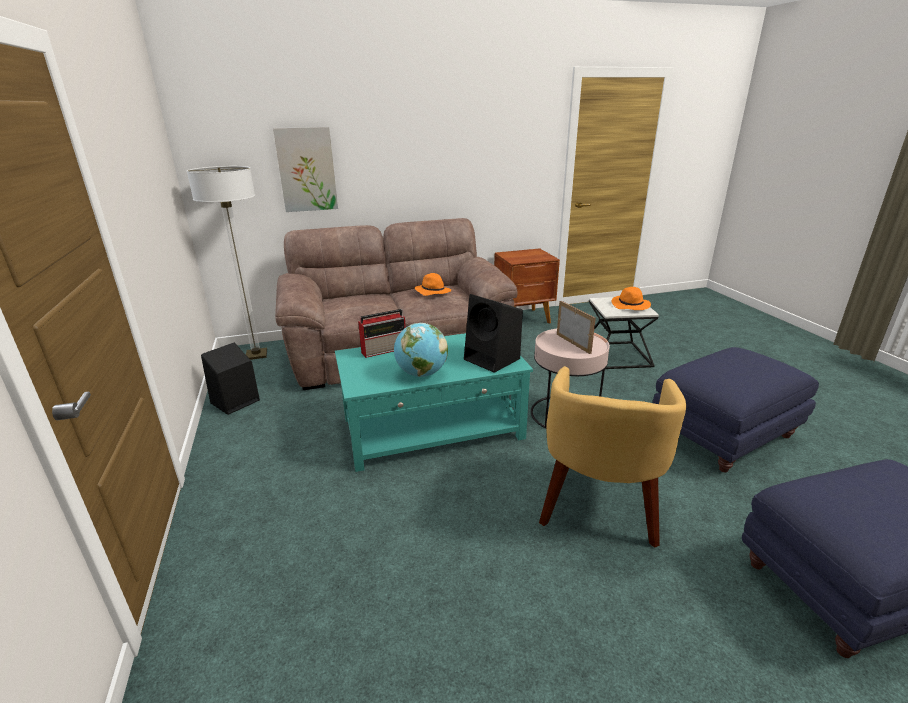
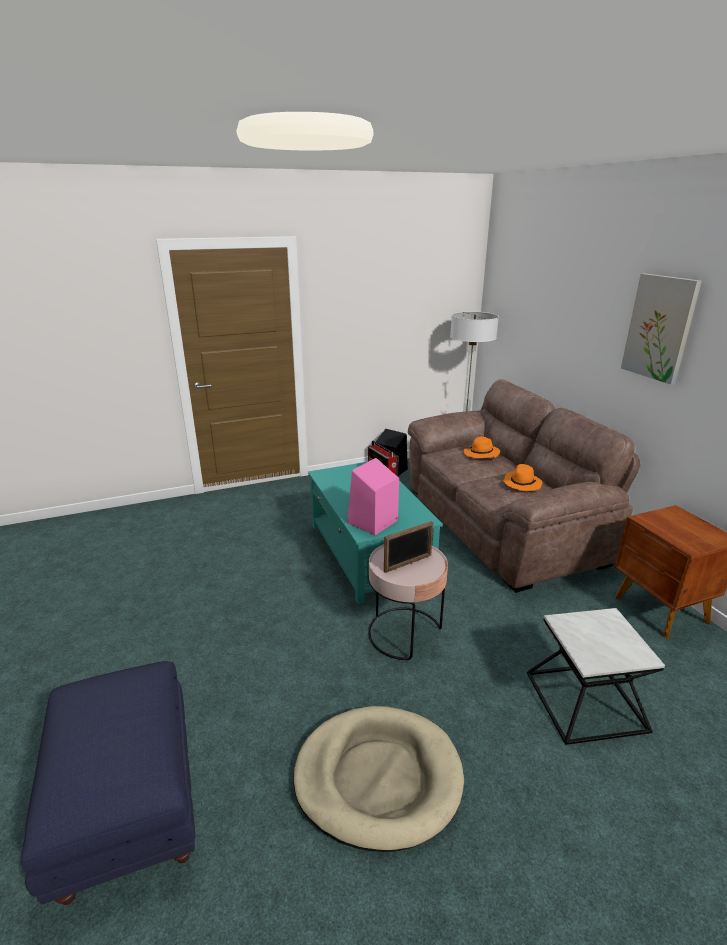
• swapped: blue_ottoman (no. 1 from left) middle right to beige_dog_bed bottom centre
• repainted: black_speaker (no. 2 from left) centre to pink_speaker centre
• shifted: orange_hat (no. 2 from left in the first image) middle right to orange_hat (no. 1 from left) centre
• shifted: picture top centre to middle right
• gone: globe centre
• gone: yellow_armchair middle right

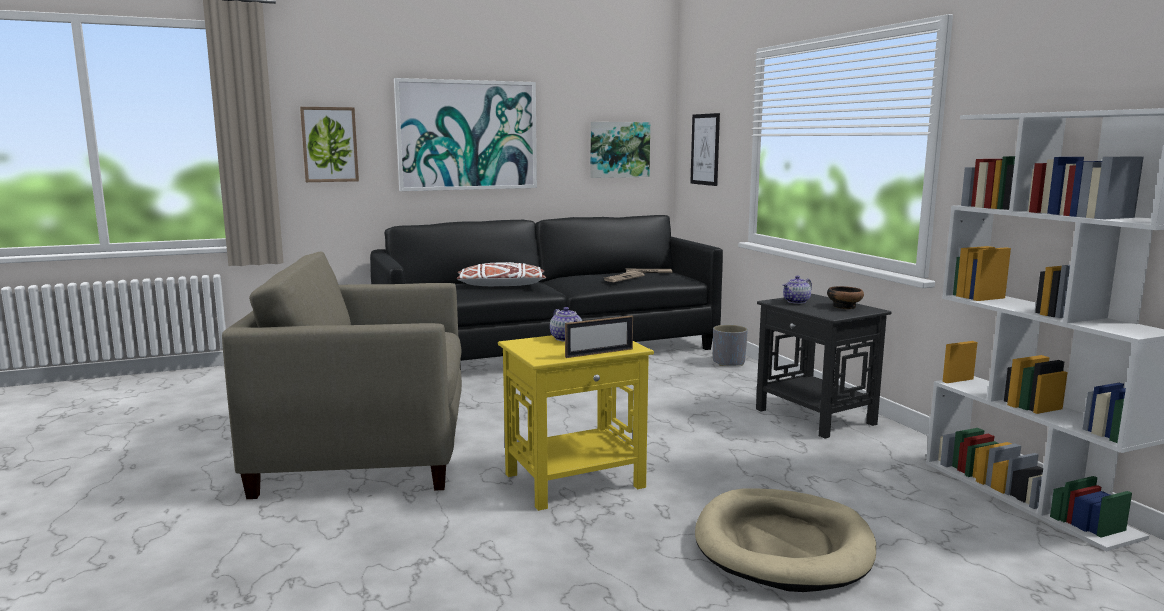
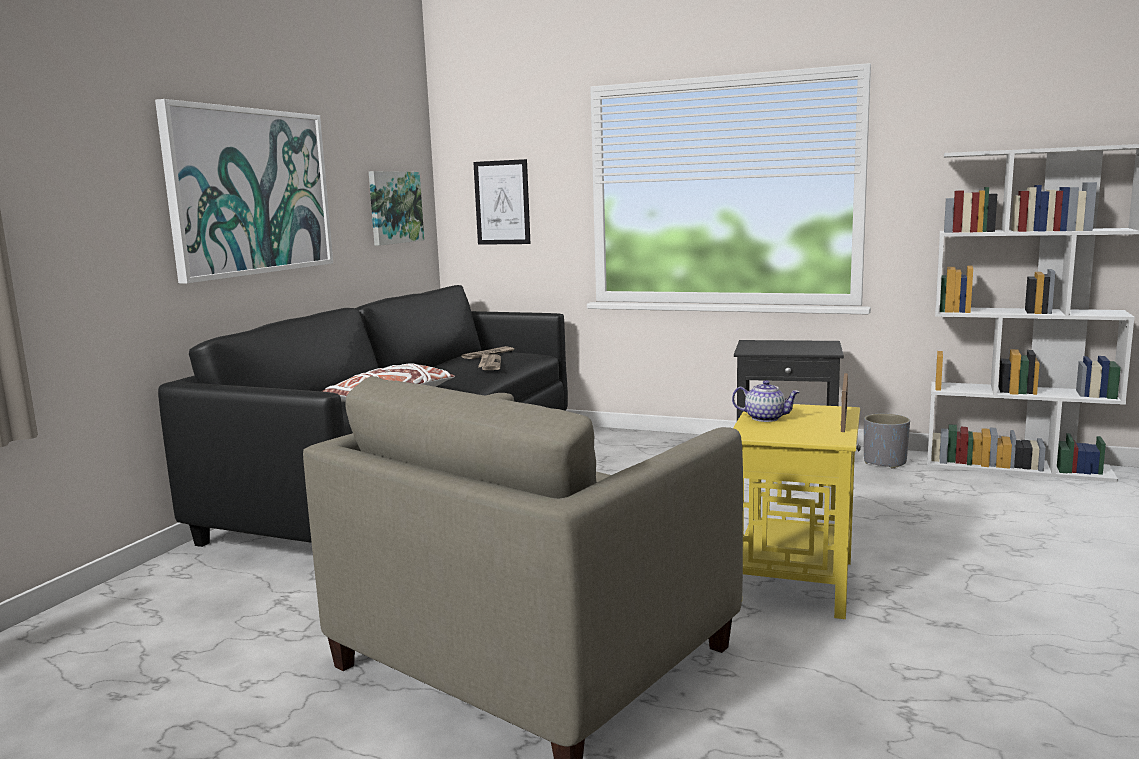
• shifted: grey_planter centre to middle right
• gone: picture (no. 1 from left) top left
• gone: beige_dog_bed bottom right
• gone: teapot (no. 2 from left) middle right
• gone: bowl middle right

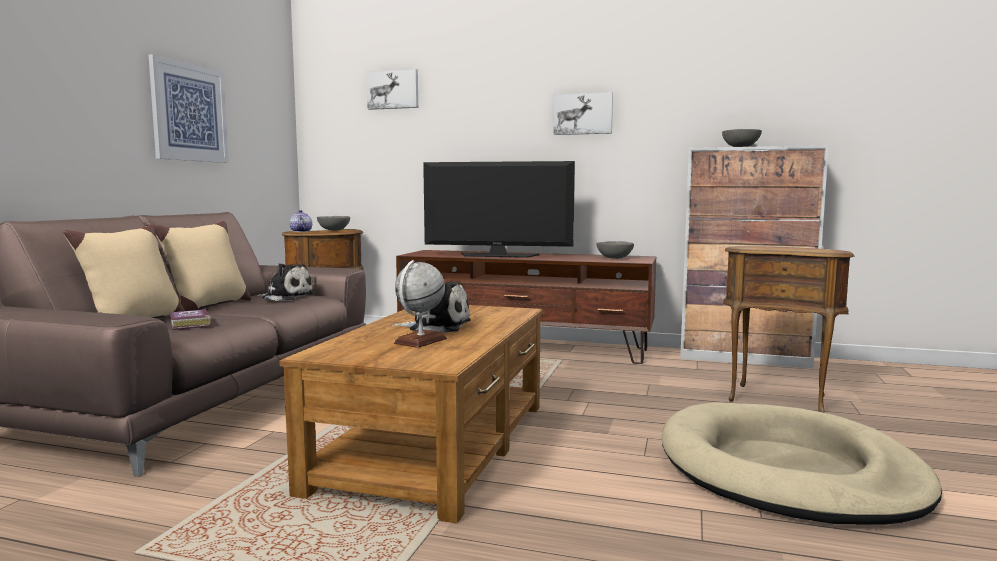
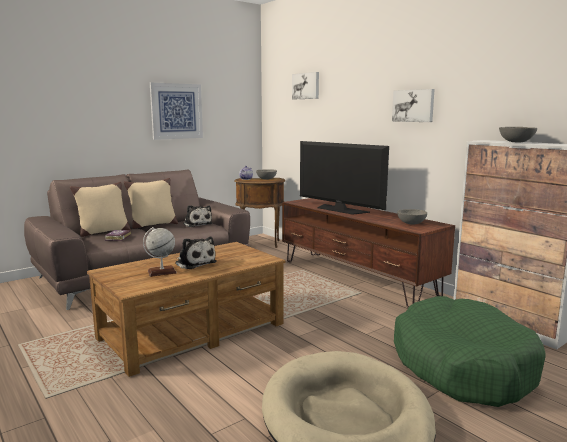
• swapped: brown_side_table (no. 2 from left) middle right to green_dog_bed bottom right

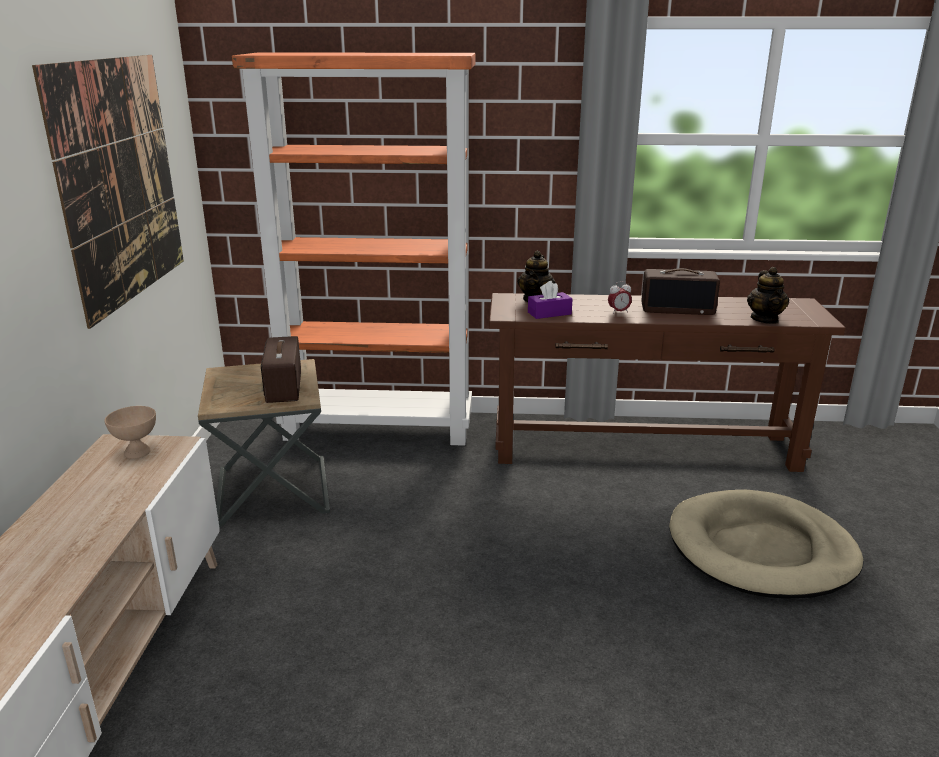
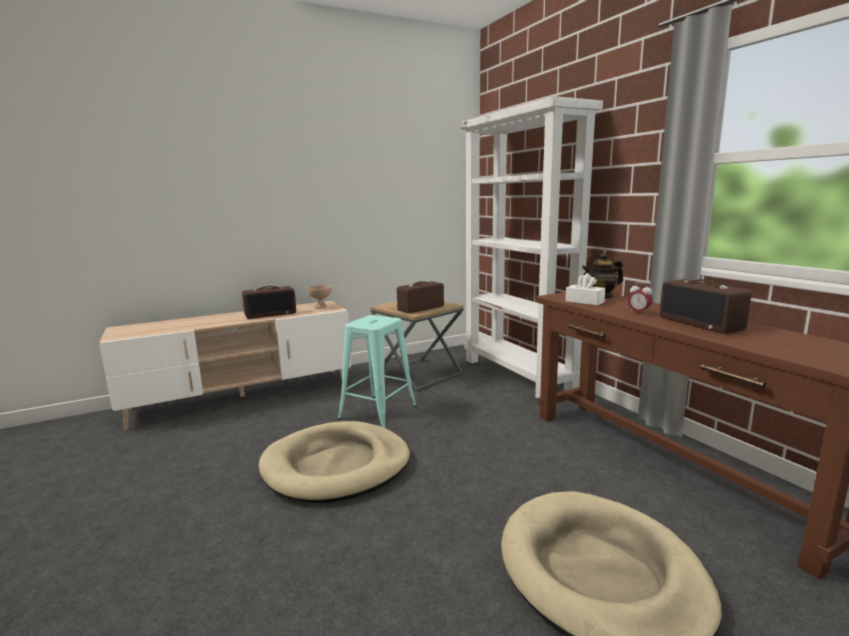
• new: radio (no. 1 from left) middle left
• new: beige_dog_bed (no. 1 from left) bottom centre
• new: turquoise_stool centre
• repainted: orange_bookcase top centre to white_bookcase centre
• repainted: purple_tissue_box centre to white_tissue_box middle right
• gone: picture top left
• gone: teapot (no. 2 from left) middle right

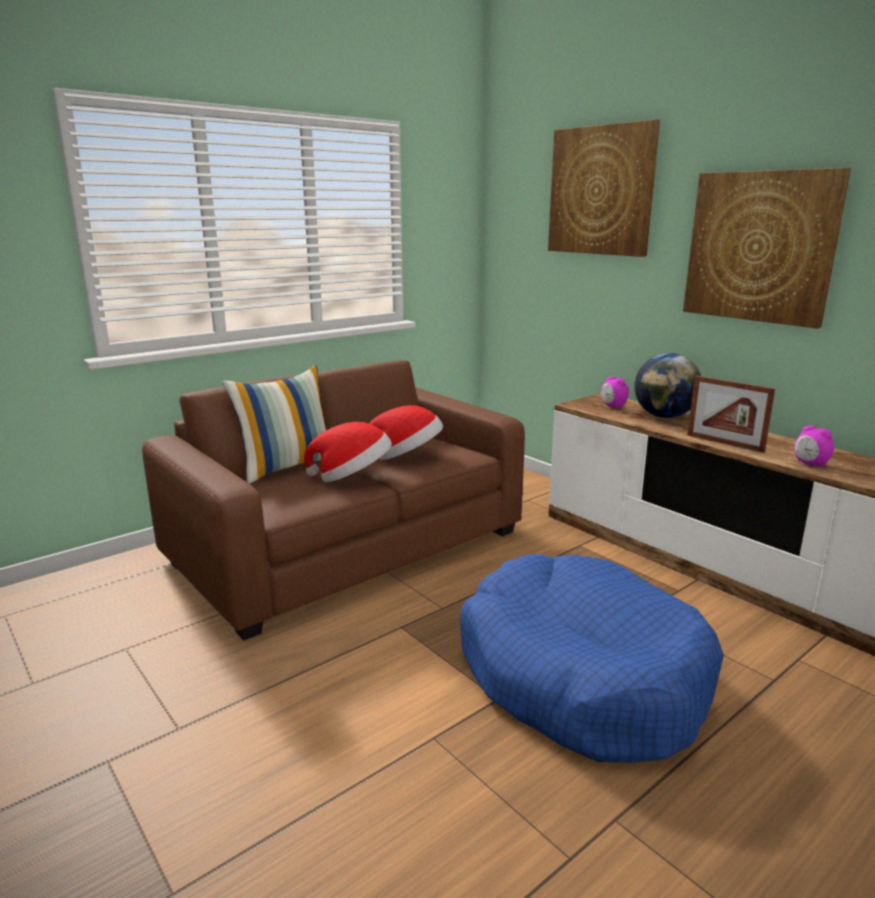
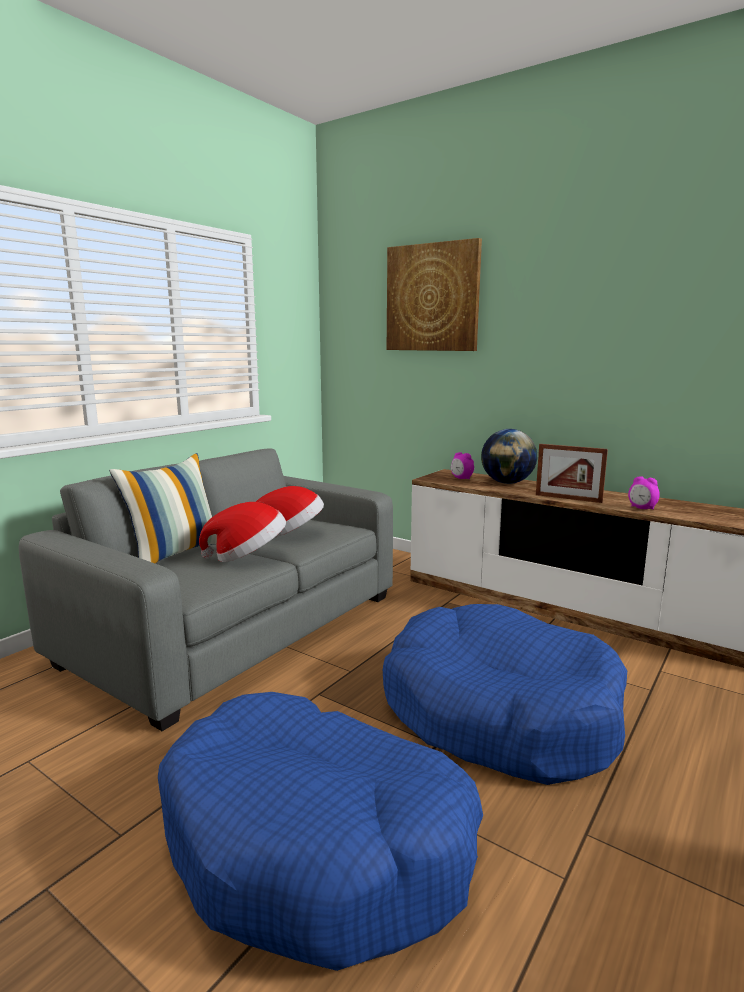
• repainted: brown_sofa centre to grey_sofa middle left
• new: blue_dog_bed (no. 1 from left) bottom centre
• gone: picture (no. 2 from left) top right

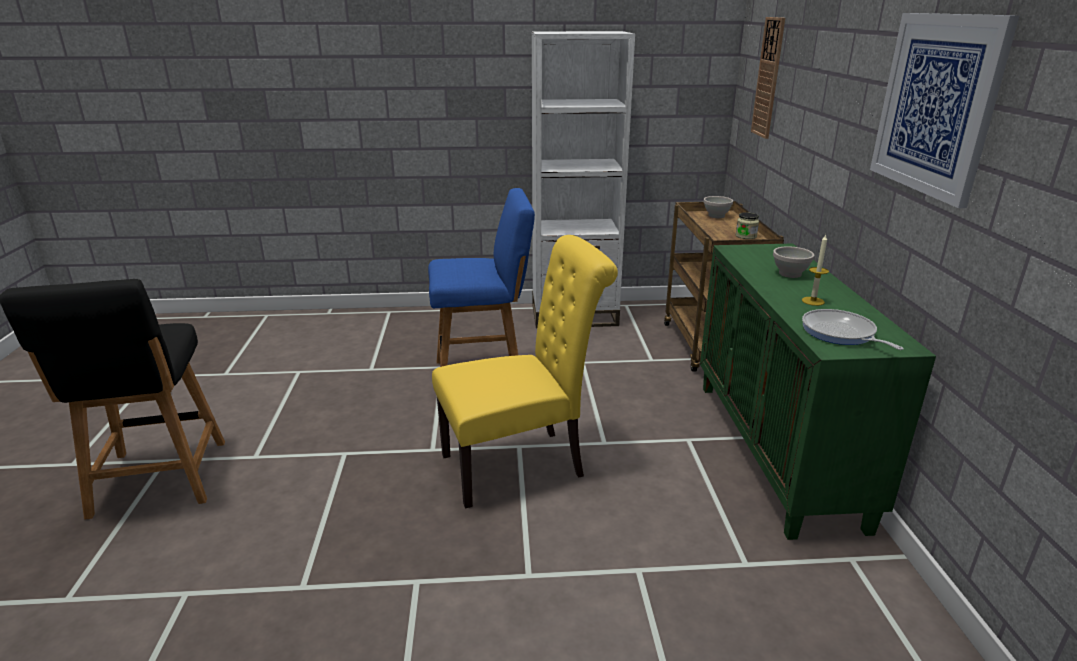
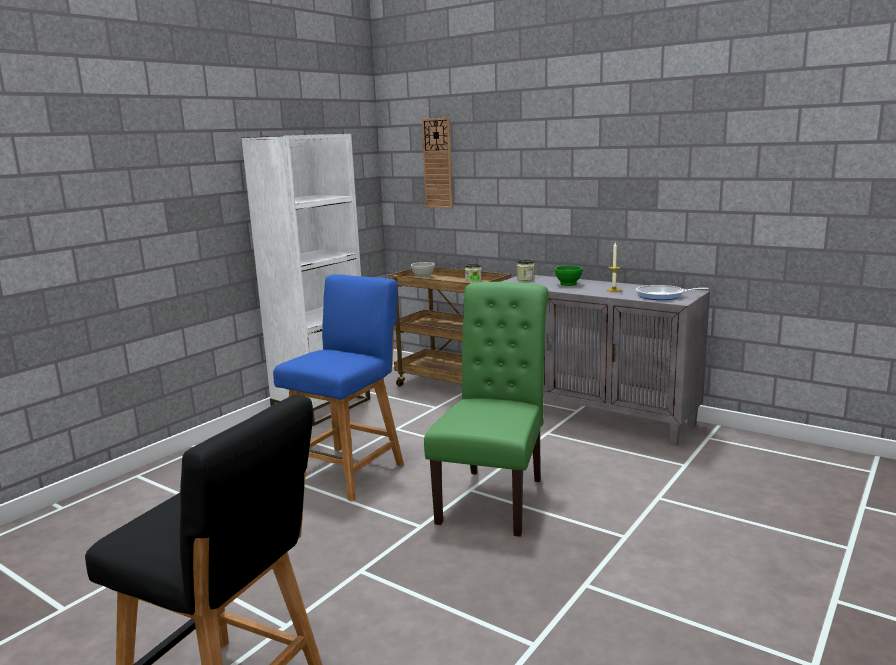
• repainted: yellow_chair centre to green_chair centre
• repainted: green_cabinet middle right to grey_cabinet middle right
• new: jar (no. 2 from left) centre
• repainted: white_bowl (no. 2 from left) middle right to green_bowl centre
• gone: picture top right

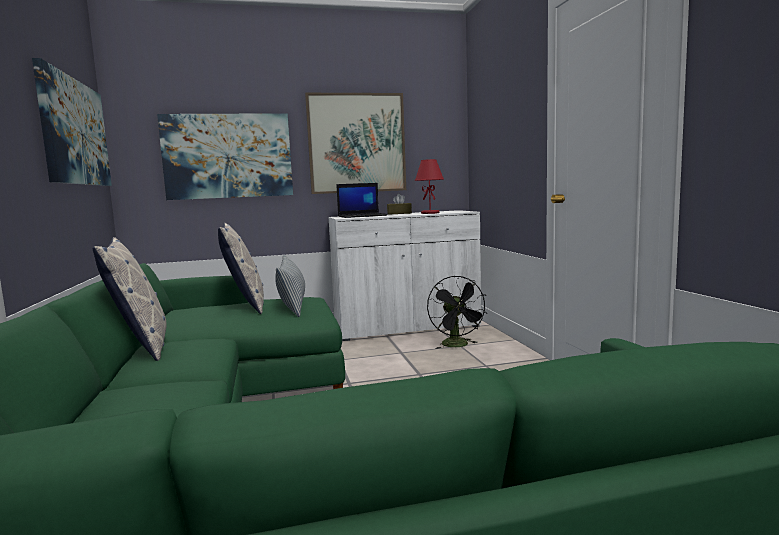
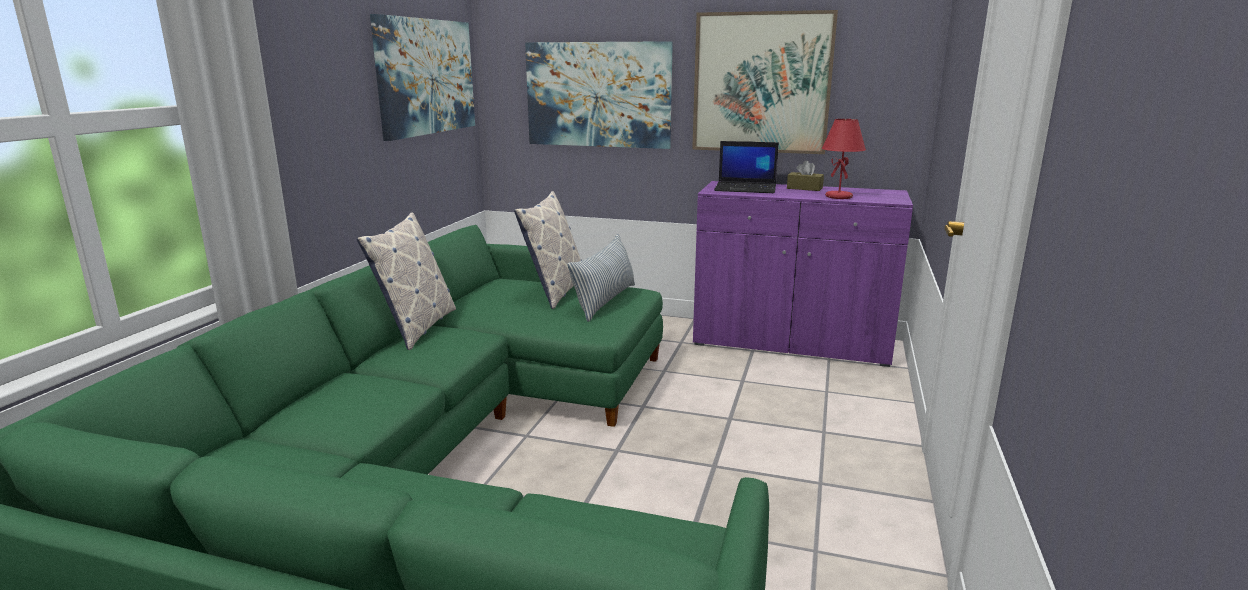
• repainted: white_cabinet centre to purple_cabinet centre
• gone: black_fan centre

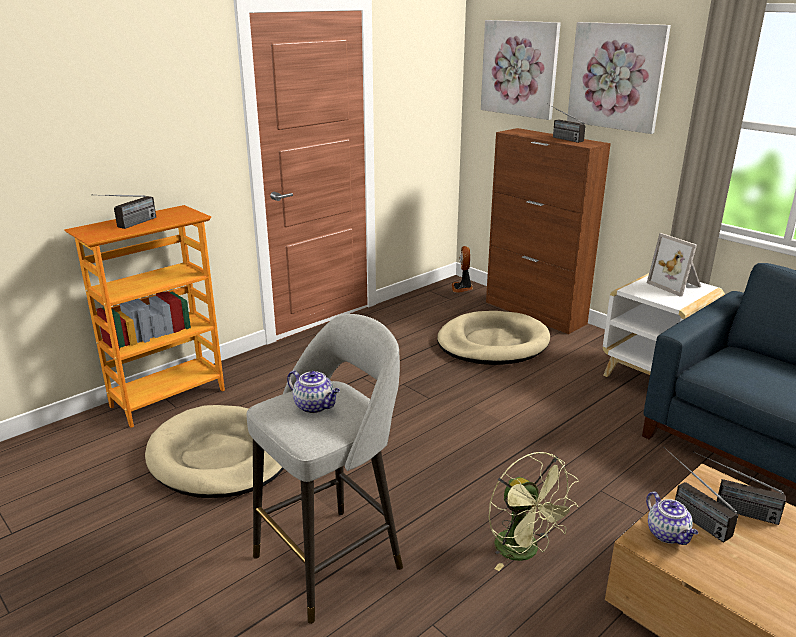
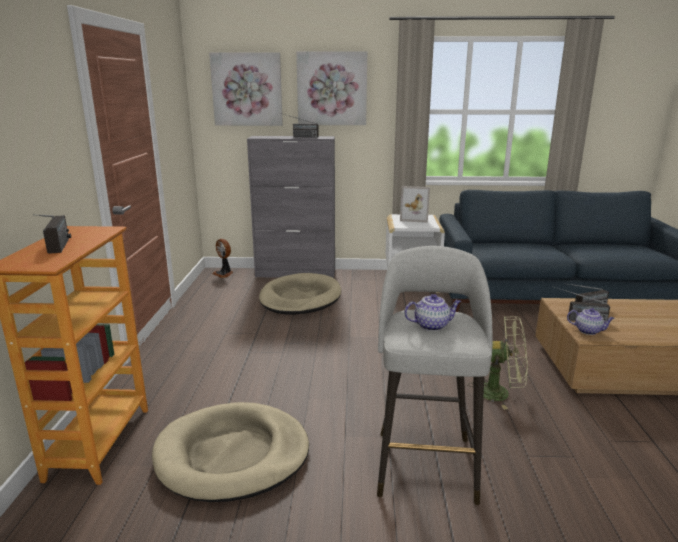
• repainted: brown_cabinet middle right to grey_cabinet centre

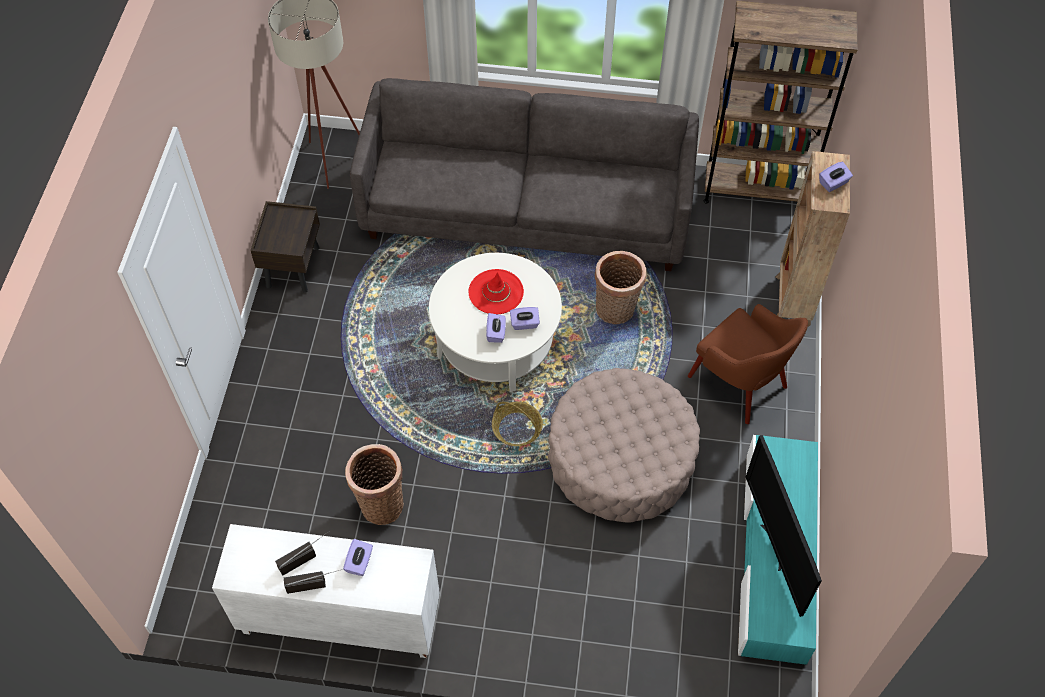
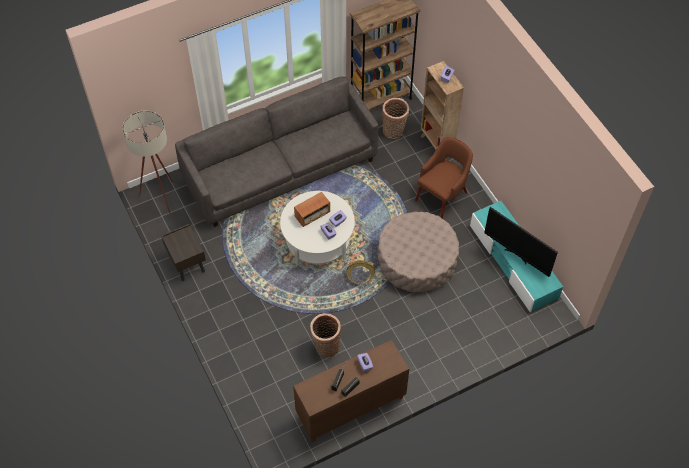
• repainted: white_cabinet bottom left to brown_cabinet bottom centre
• swapped: red_hat centre to radio (no. 1 from left) centre
• shifted: basket (no. 3 from left) centre to top centre
• rotated: brown_armchair middle right = centre 60 degrees counterclockwise

